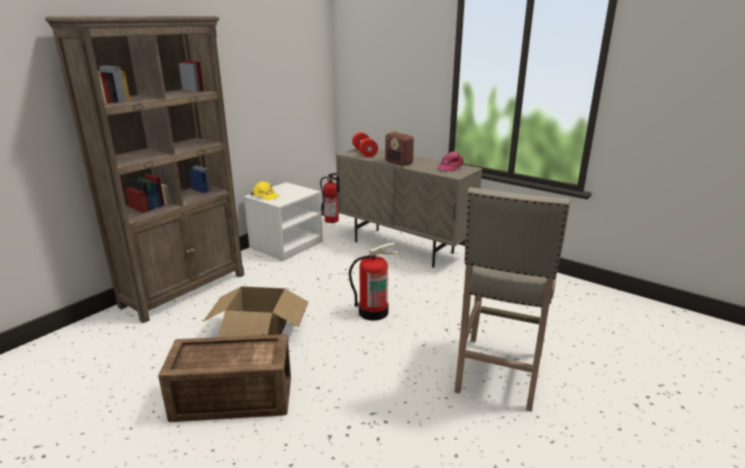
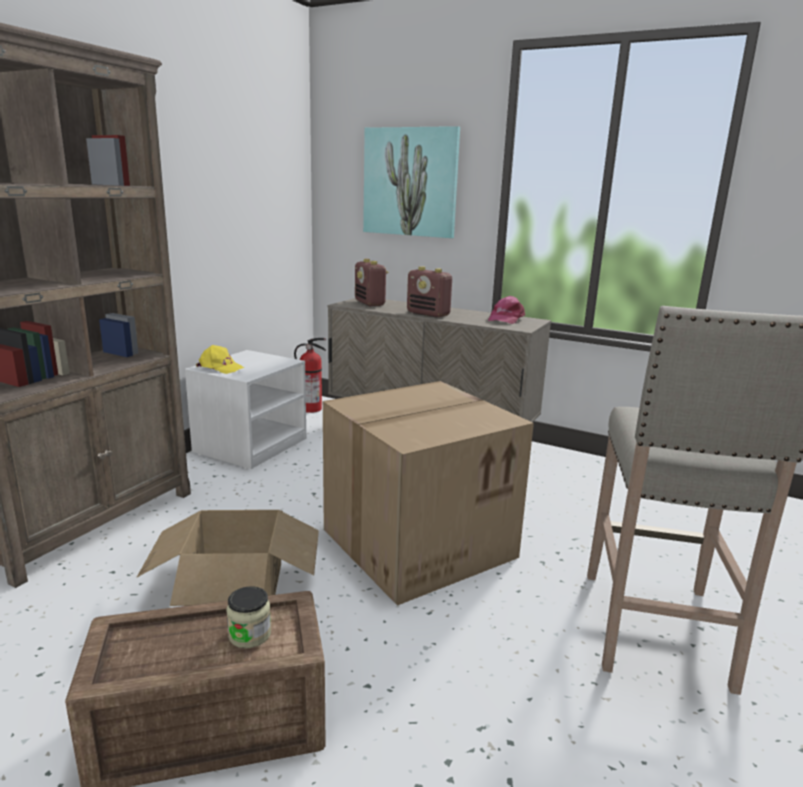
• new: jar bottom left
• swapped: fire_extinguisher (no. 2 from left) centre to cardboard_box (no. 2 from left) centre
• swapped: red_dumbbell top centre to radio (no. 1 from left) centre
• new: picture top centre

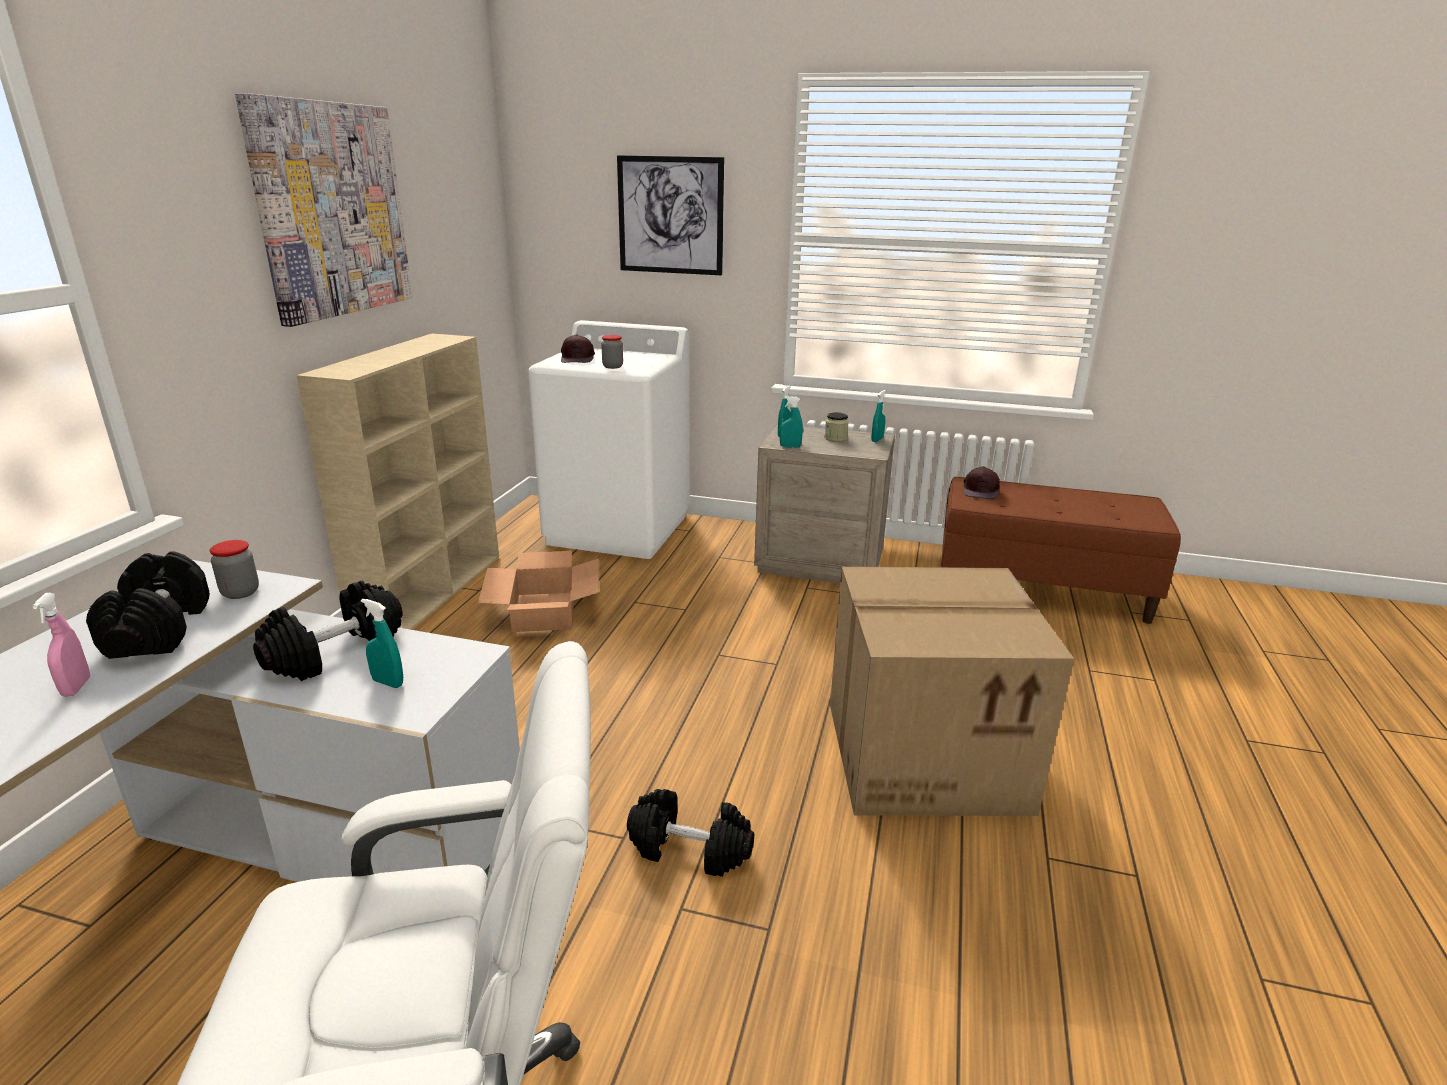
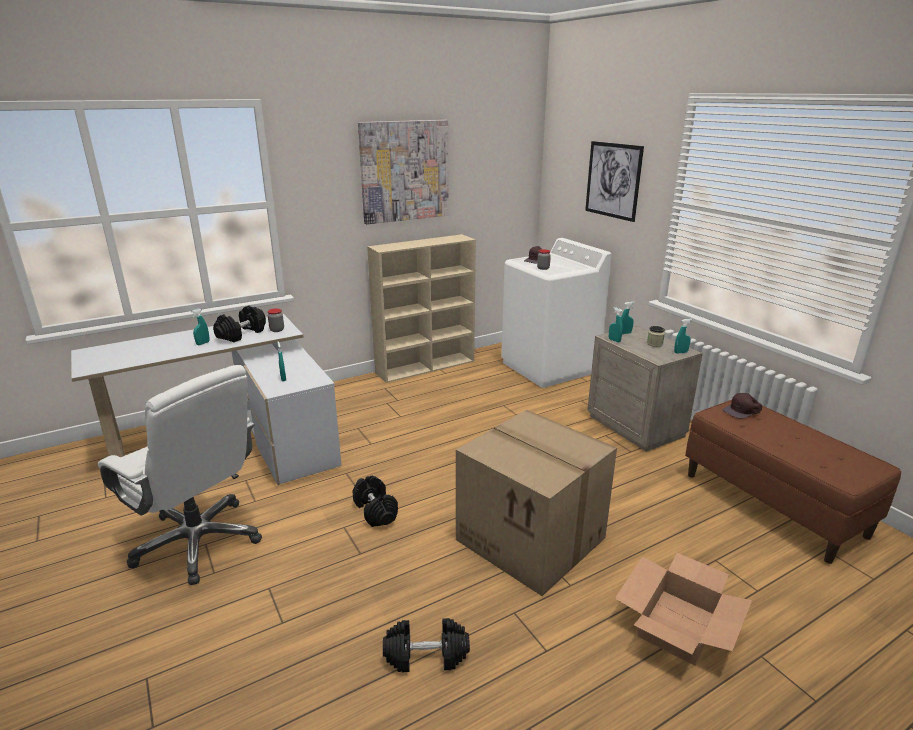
• repainted: pink_spray_bottle middle left to turquoise_spray_bottle (no. 1 from left) middle left
• shifted: black_dumbbell (no. 2 from left in the first image) middle left to black_dumbbell (no. 3 from left) bottom centre
• shifted: cardboard_box (no. 1 from left in the first image) centre to cardboard_box (no. 2 from left) bottom right

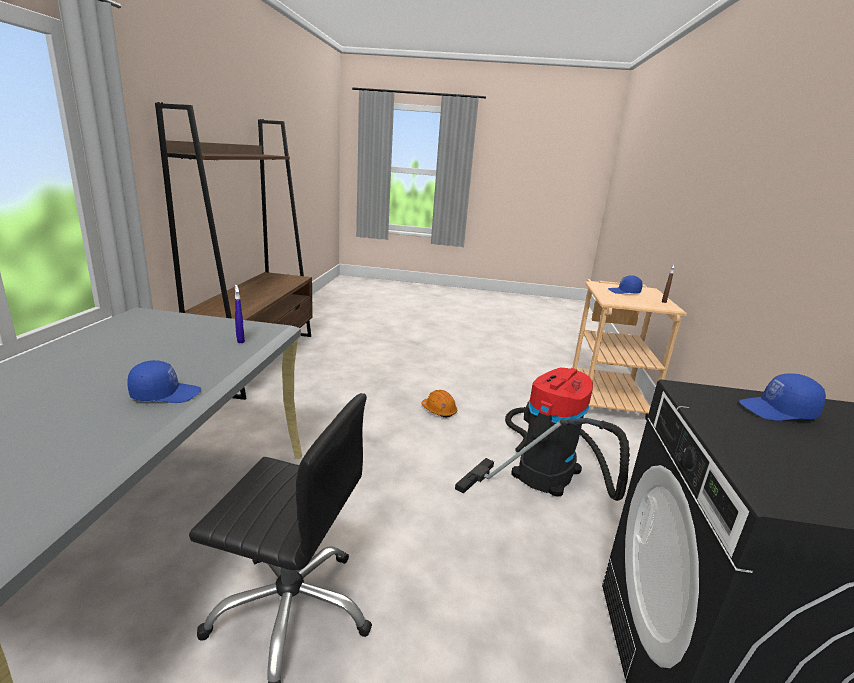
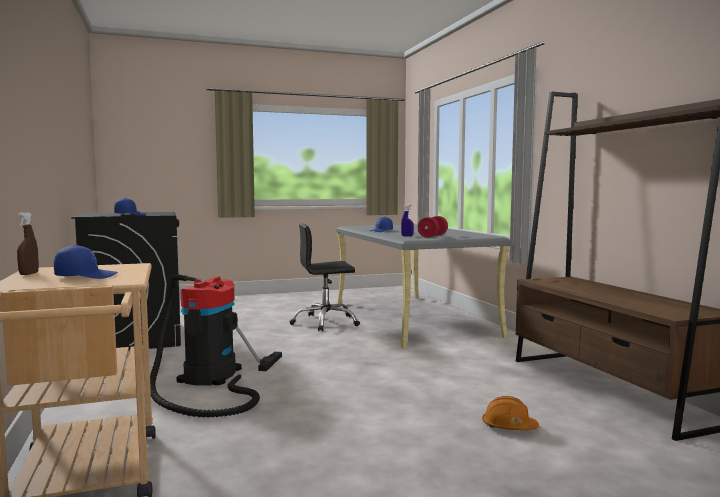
• new: red_dumbbell centre
• shifted: orange_hard_hat centre to bottom right

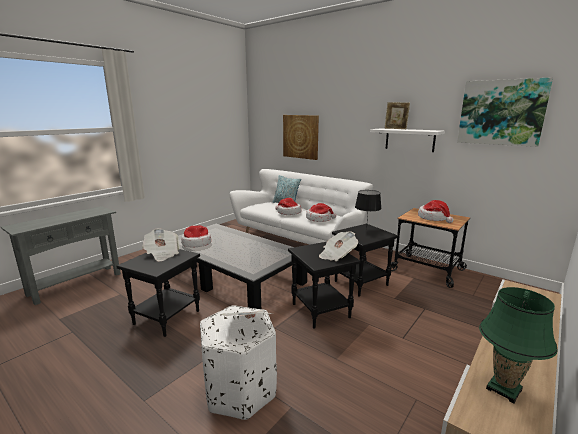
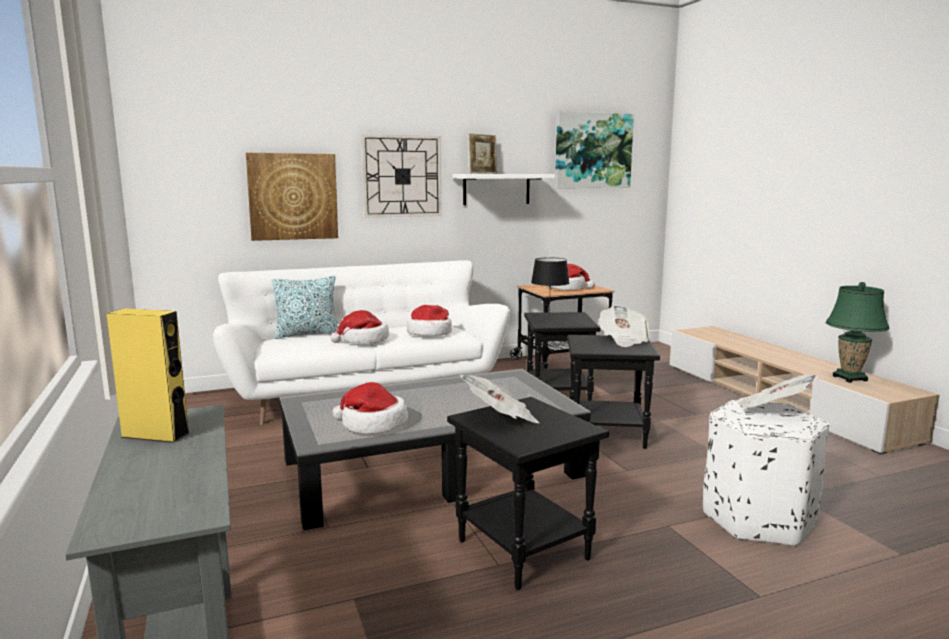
• new: yellow_speaker middle left
• new: wall_clock top centre

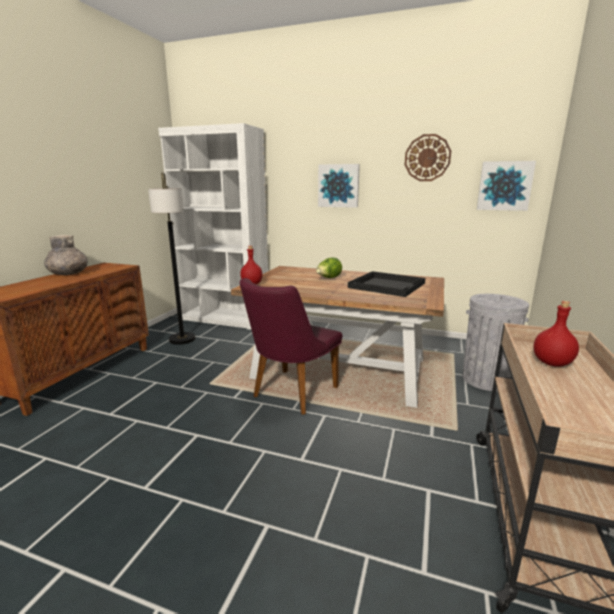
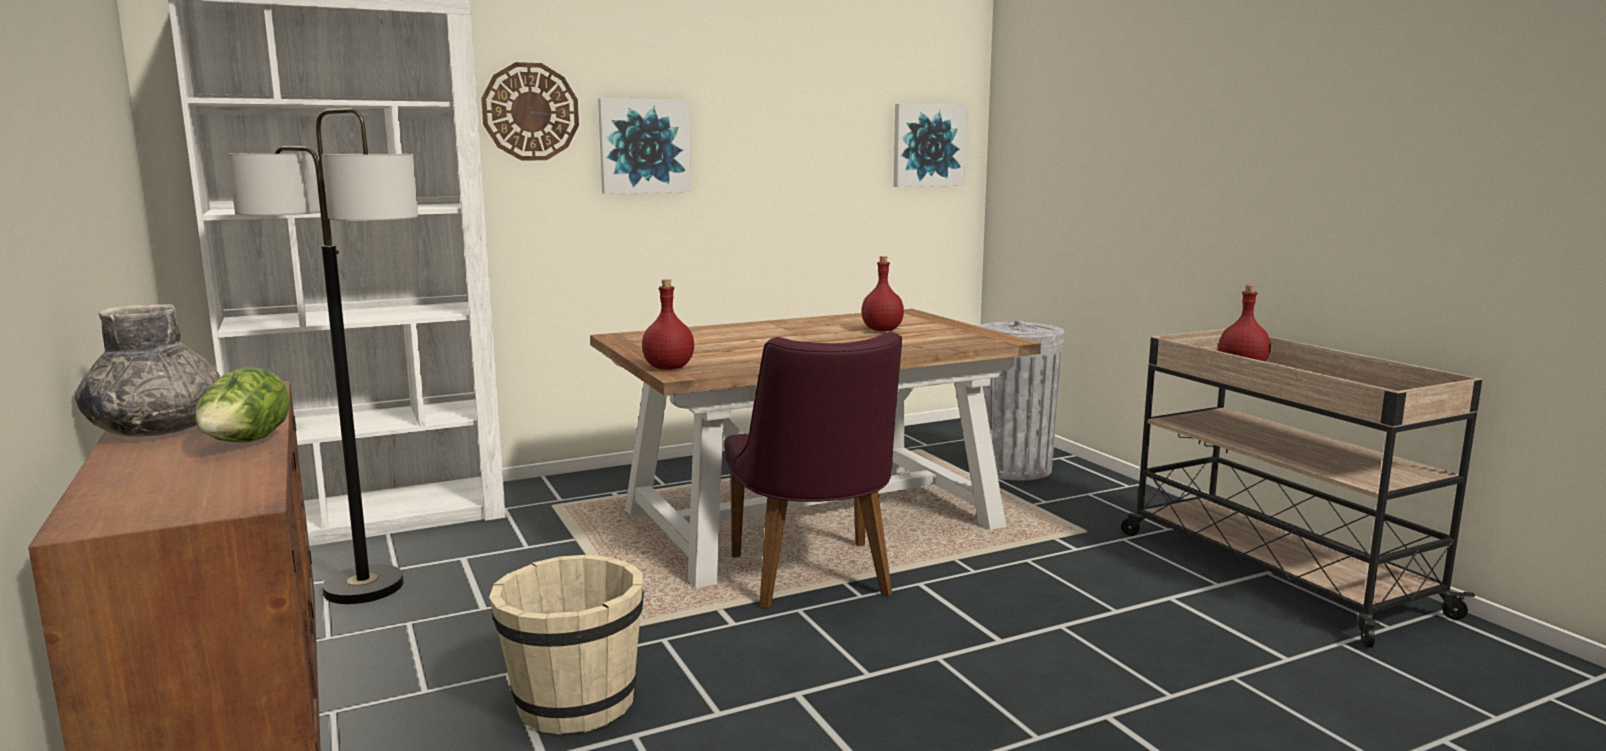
• shifted: lettuce centre to middle left
• shifted: wall_clock top right to top left
• new: beige_bucket bottom centre
• swapped: black_tray centre to red_bottle (no. 2 from left) centre

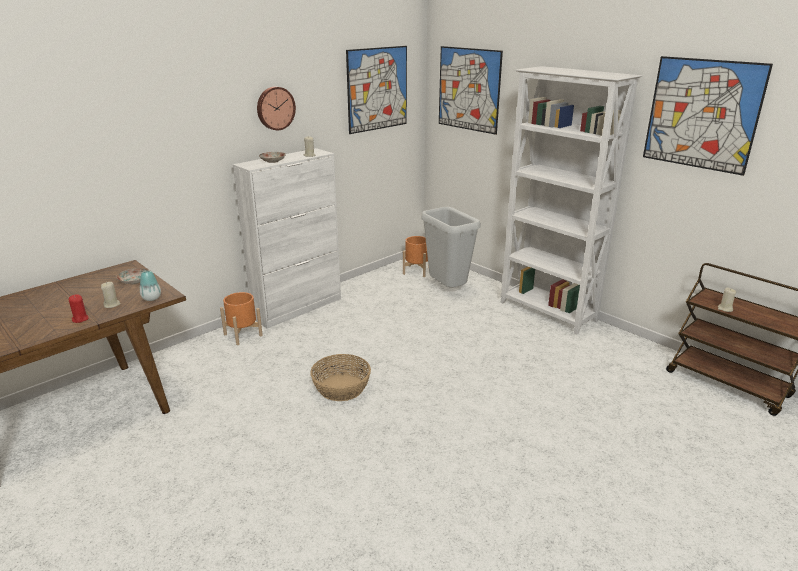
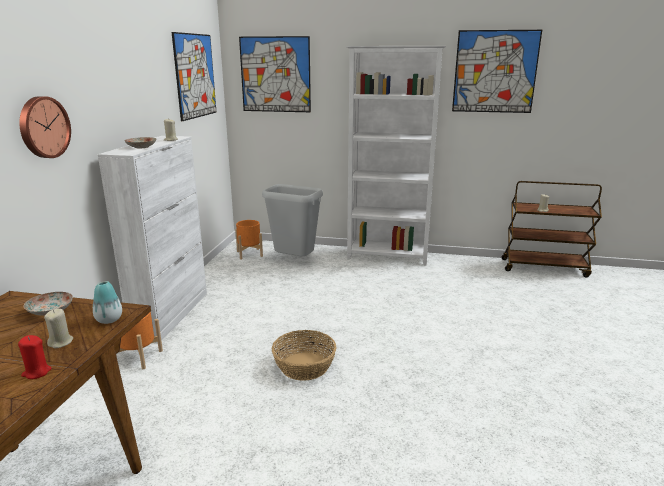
• shifted: wall_clock top centre to top left

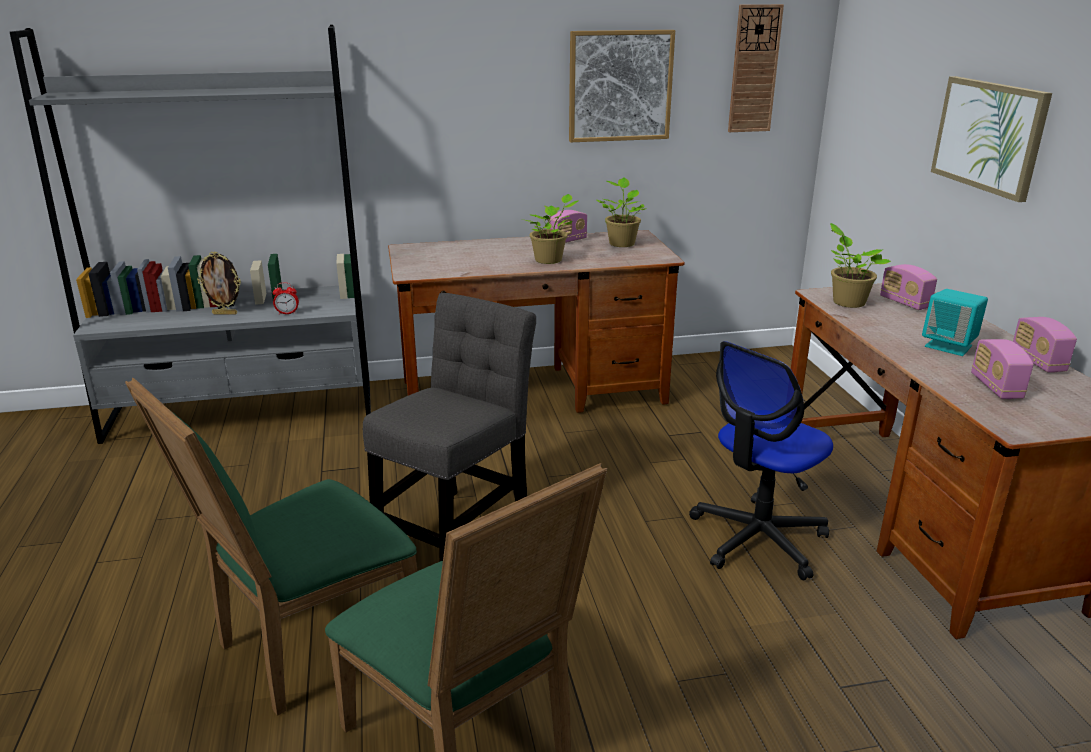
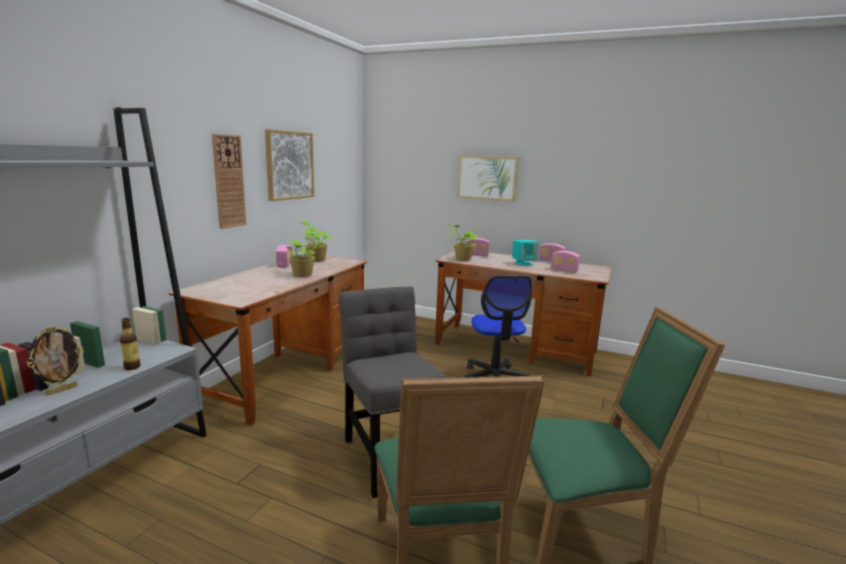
• swapped: alarm_clock middle left to bottle middle left
• shifted: wall_clock top right to top left

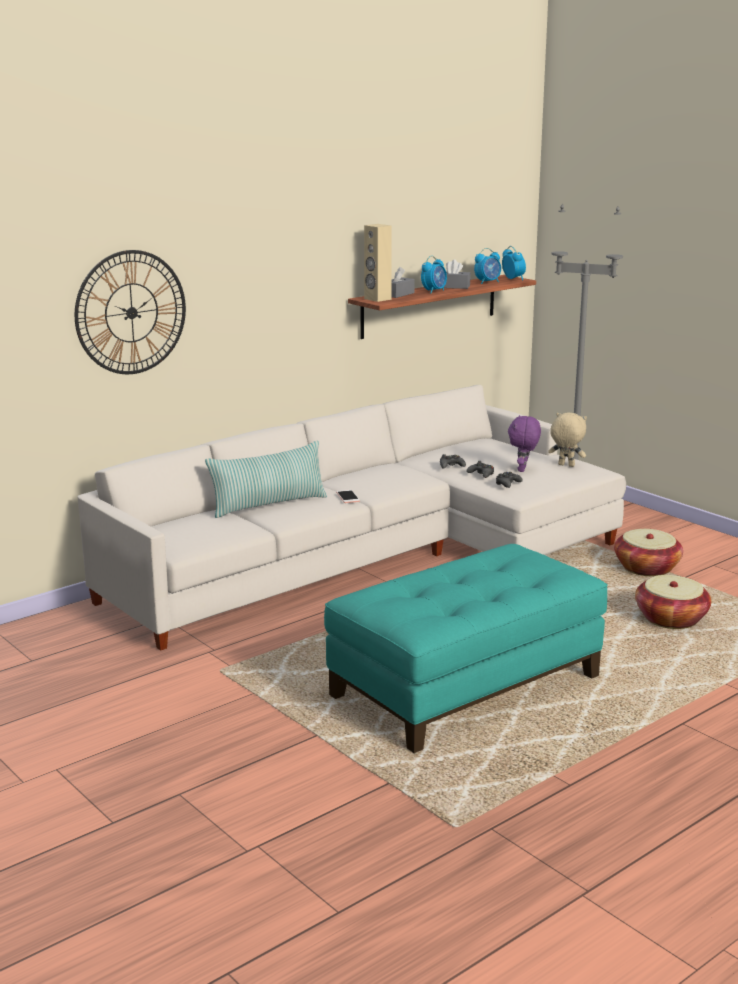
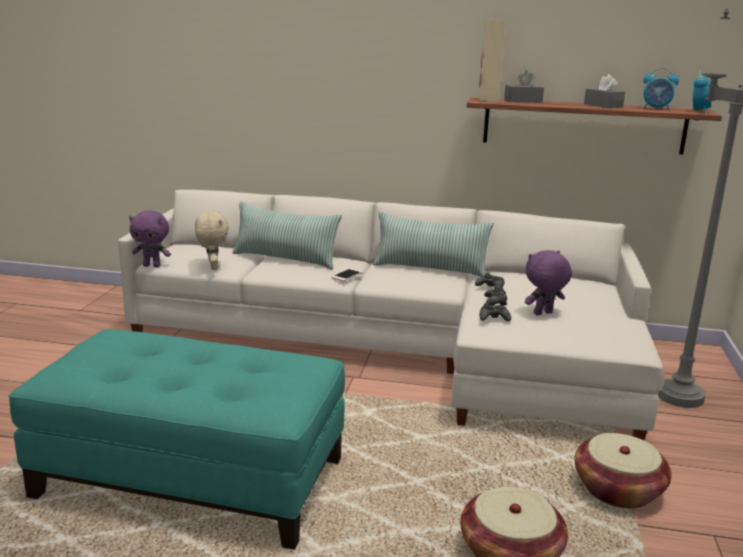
• new: purple_plush_toy (no. 1 from left) middle left
• shifted: beige_plush_toy middle right to middle left
• new: pillow (no. 2 from left) centre
• gone: wall_clock top left
• gone: alarm_clock (no. 1 from left) top centre

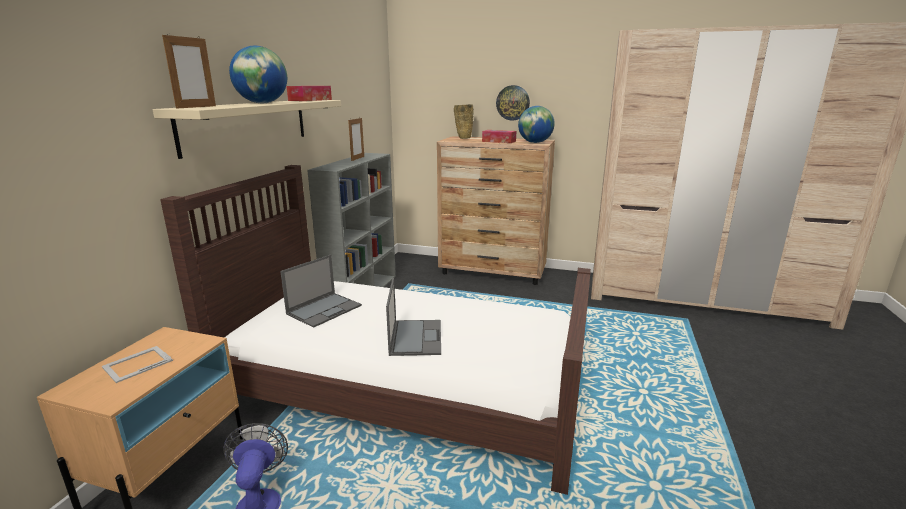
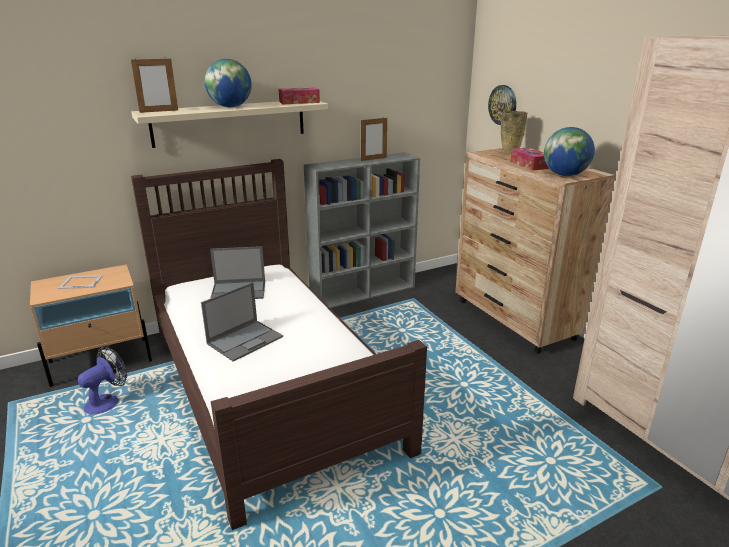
• shifted: wall_clock top centre to top right

